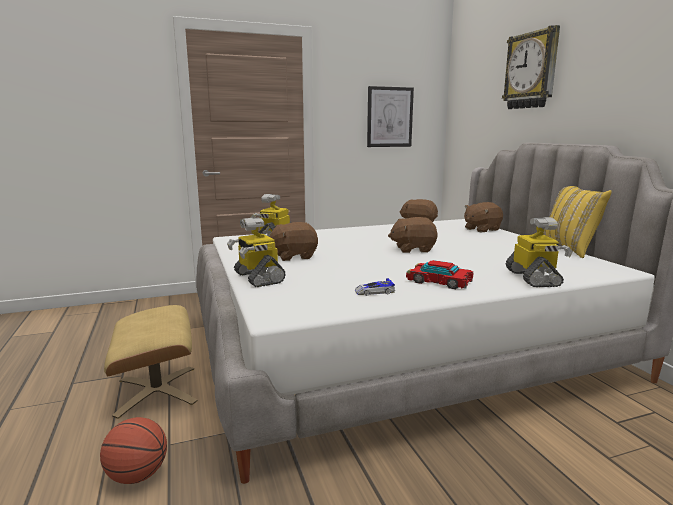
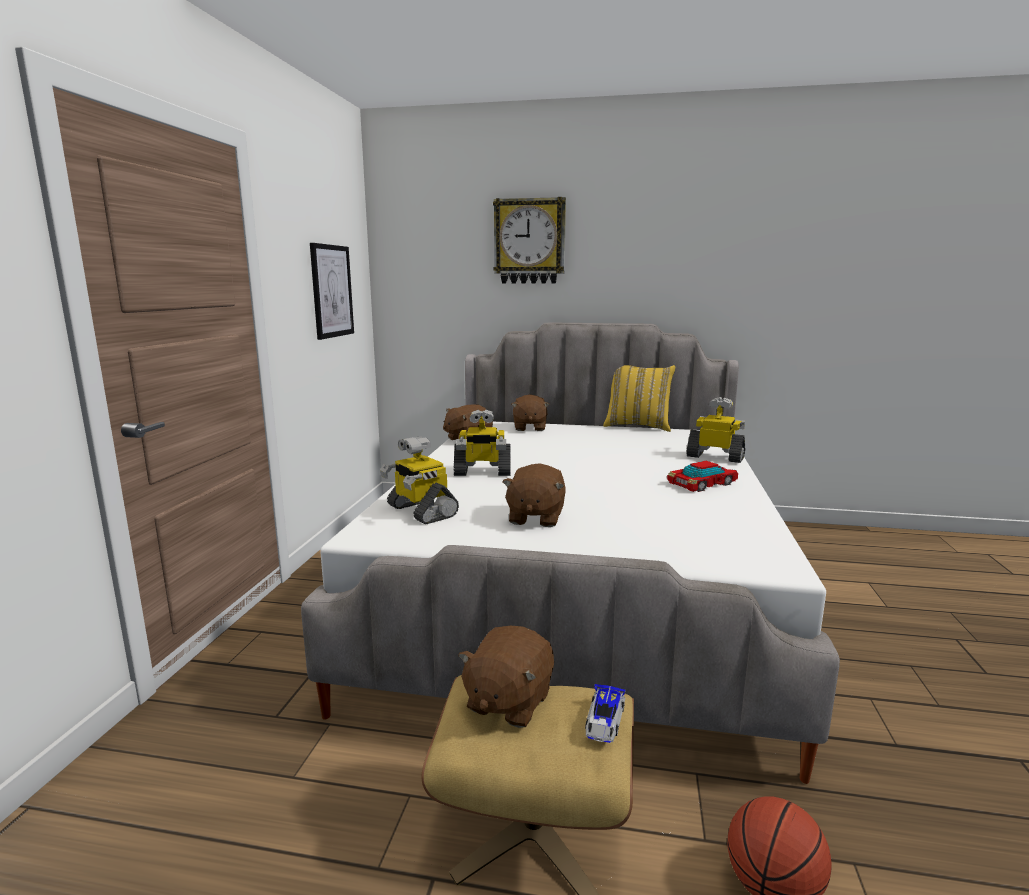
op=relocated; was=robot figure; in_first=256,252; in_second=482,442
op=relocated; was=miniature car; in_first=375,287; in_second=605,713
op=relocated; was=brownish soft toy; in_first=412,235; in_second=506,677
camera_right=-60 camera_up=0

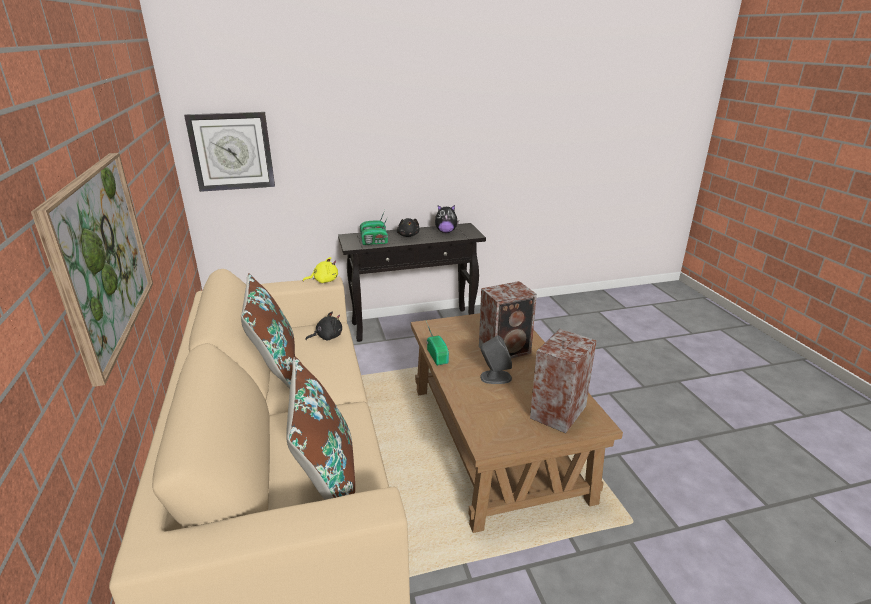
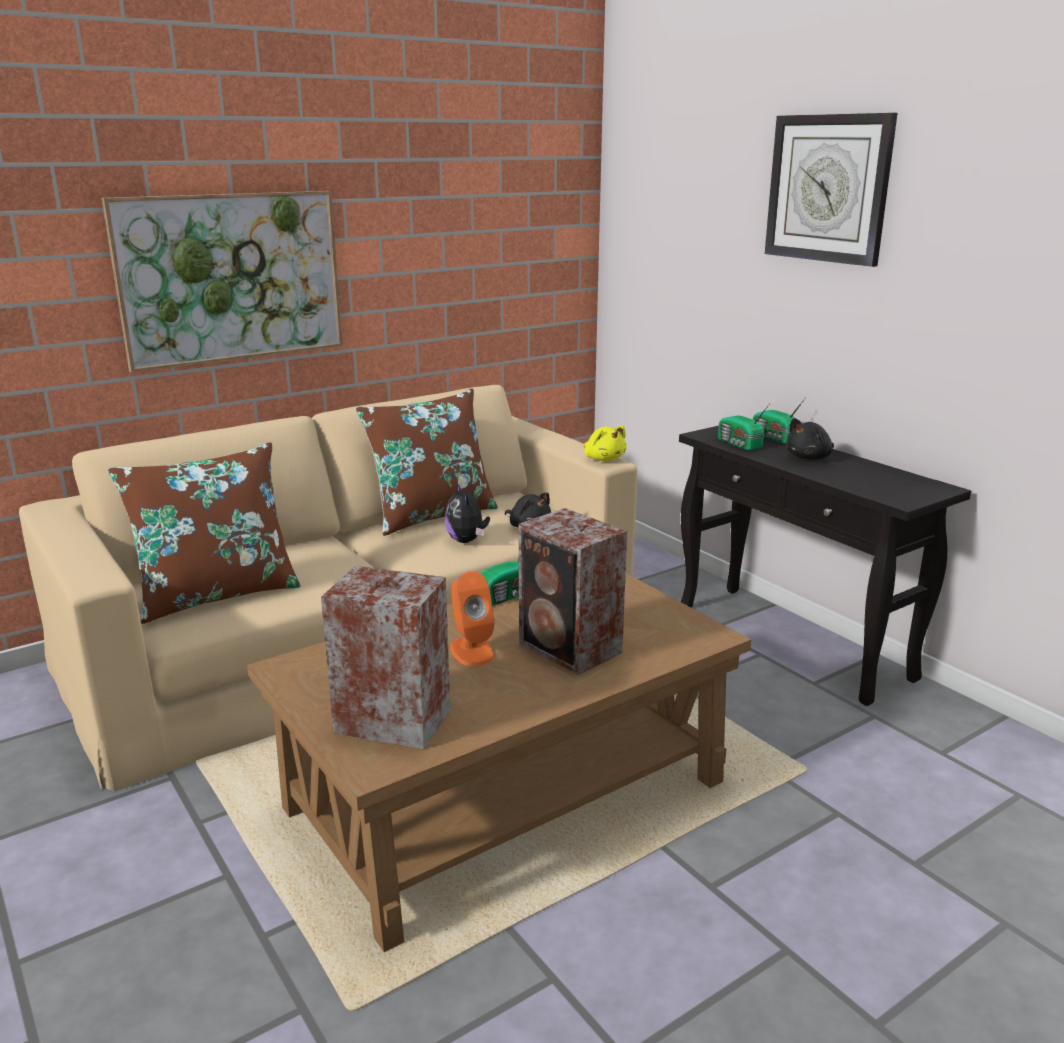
op=relocated; was=wall clock; in_first=229,152; in_second=831,190
op=relocated; was=soft toy; in_first=447,219; in_second=467,513
op=colour; was=greyish speaker; now=orange-coloured speaker; in_first=496,359; in_second=472,618
camera_right=70 camera_up=-5

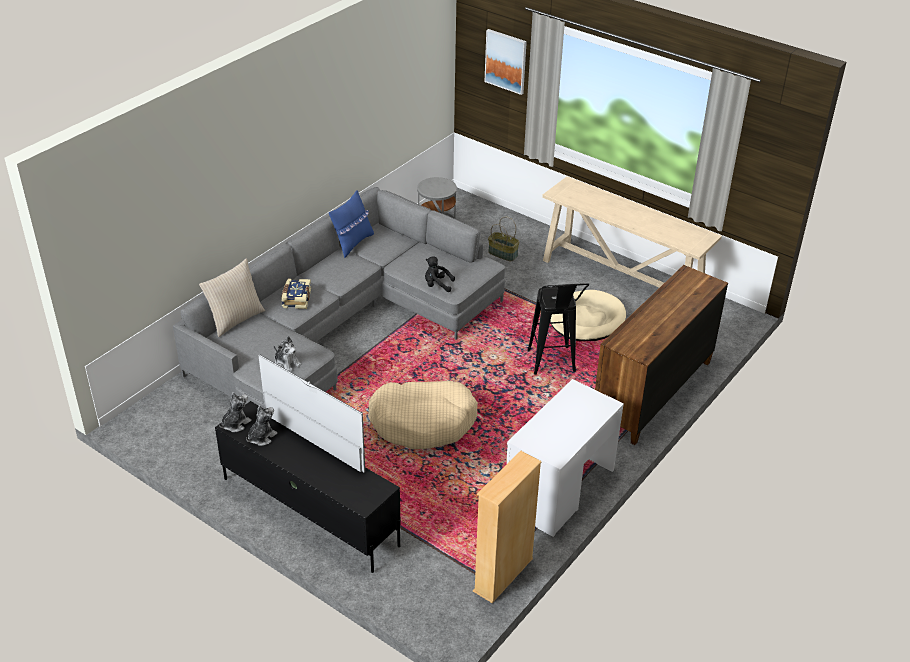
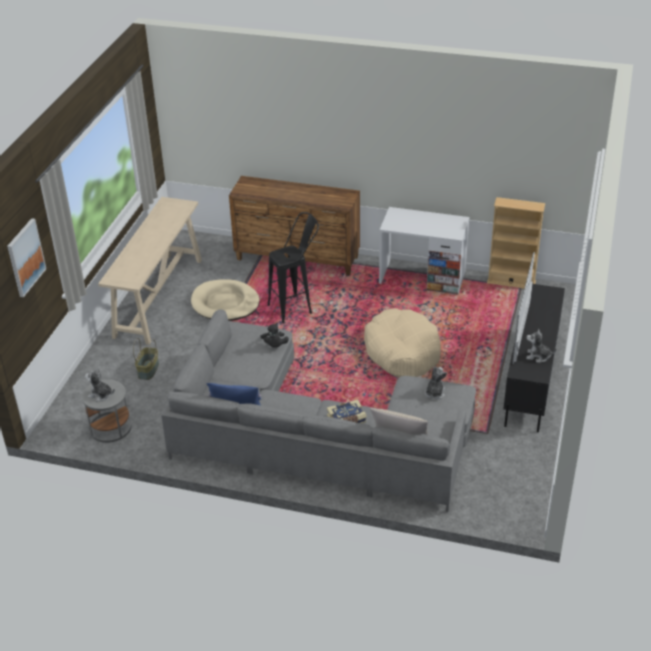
op=relocated; was=soft toy; in_first=235,412; in_second=100,384
camera_right=-110 camera_up=0

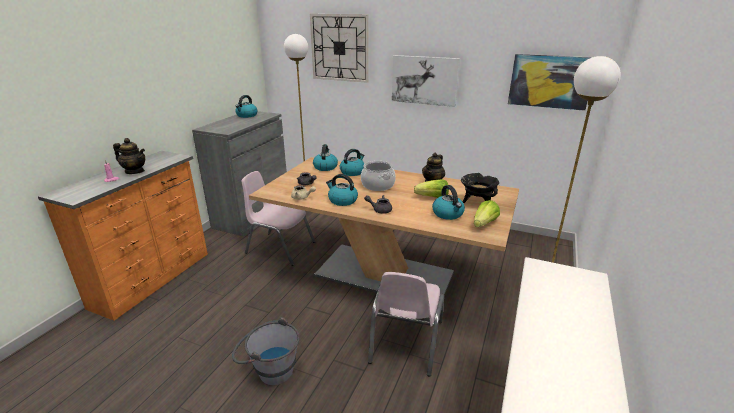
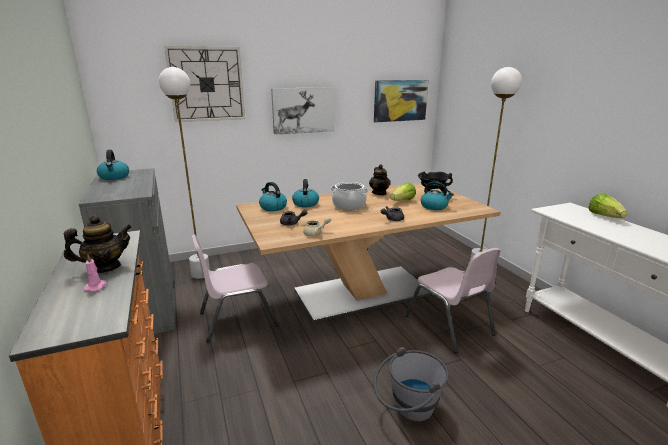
op=missing; was=kettle; in_first=342,190
op=relocated; was=lettuce; in_first=487,213; in_second=607,206
camera_right=-45 camera_up=-5

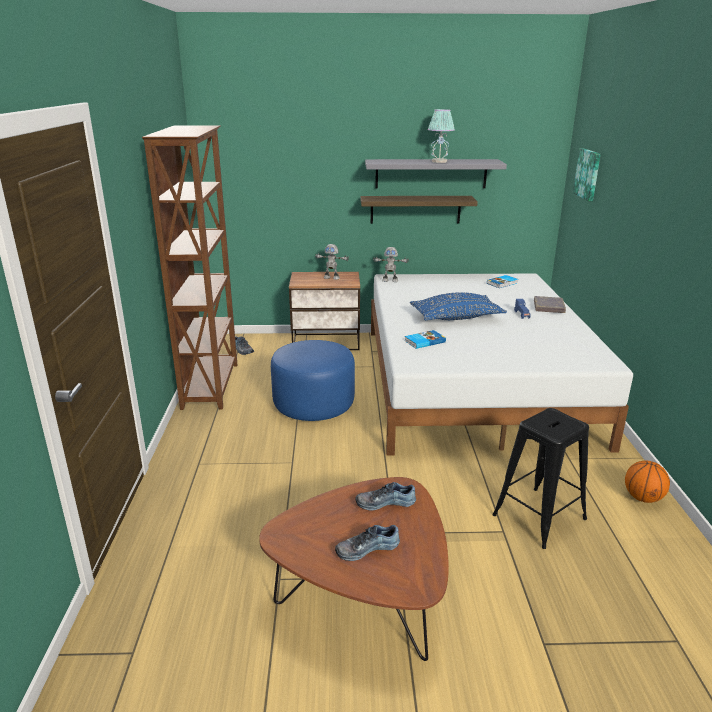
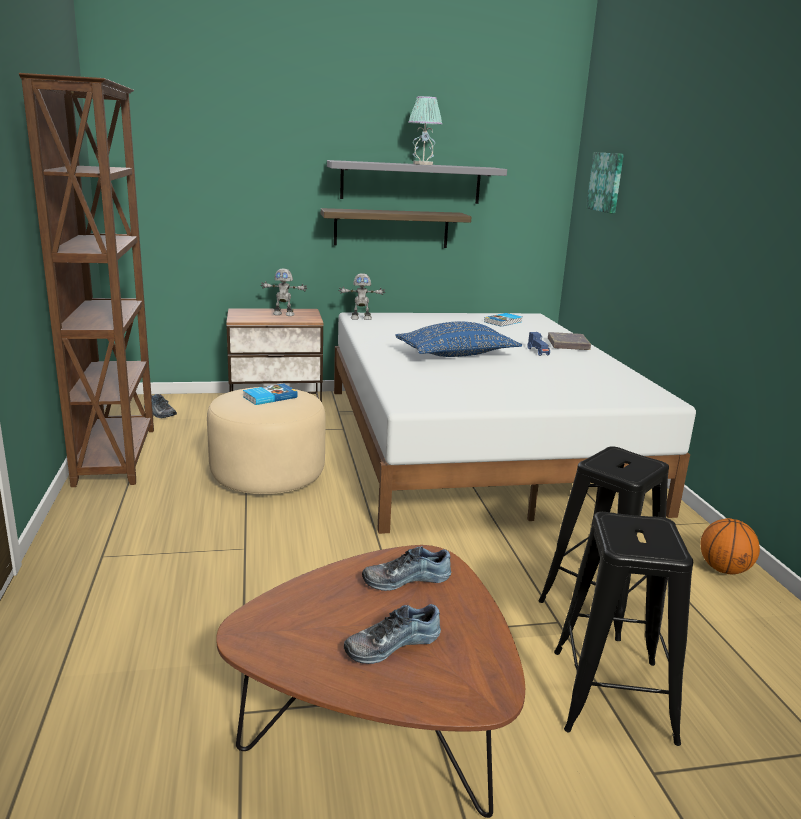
op=colour; was=bluish pouffe; now=beige pouffe; in_first=313,380; in_second=266,440
op=relocated; was=book; in_first=425,339; in_second=270,394
op=appeared; now=black sitting stool; in_second=623,629
camera_right=-10 camera_up=-5

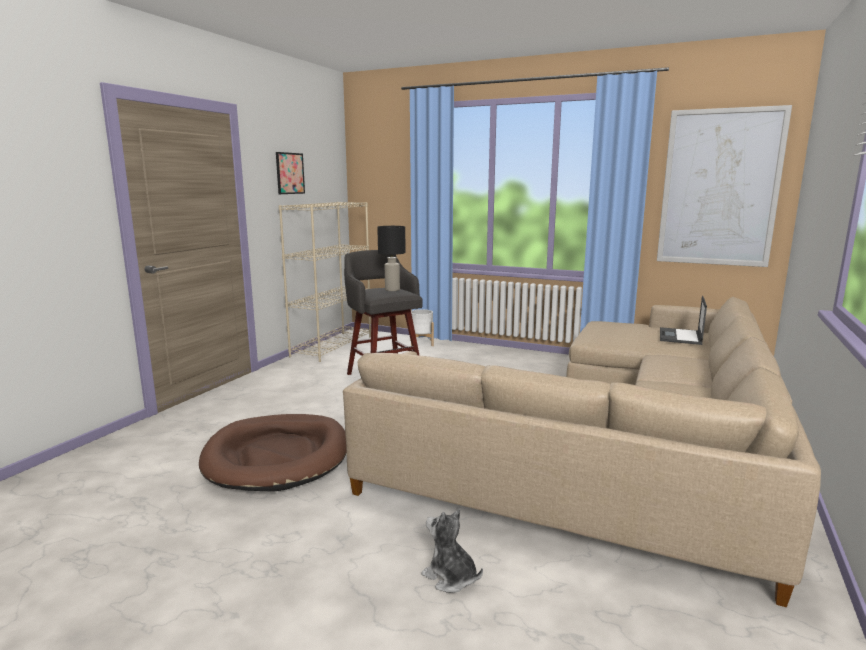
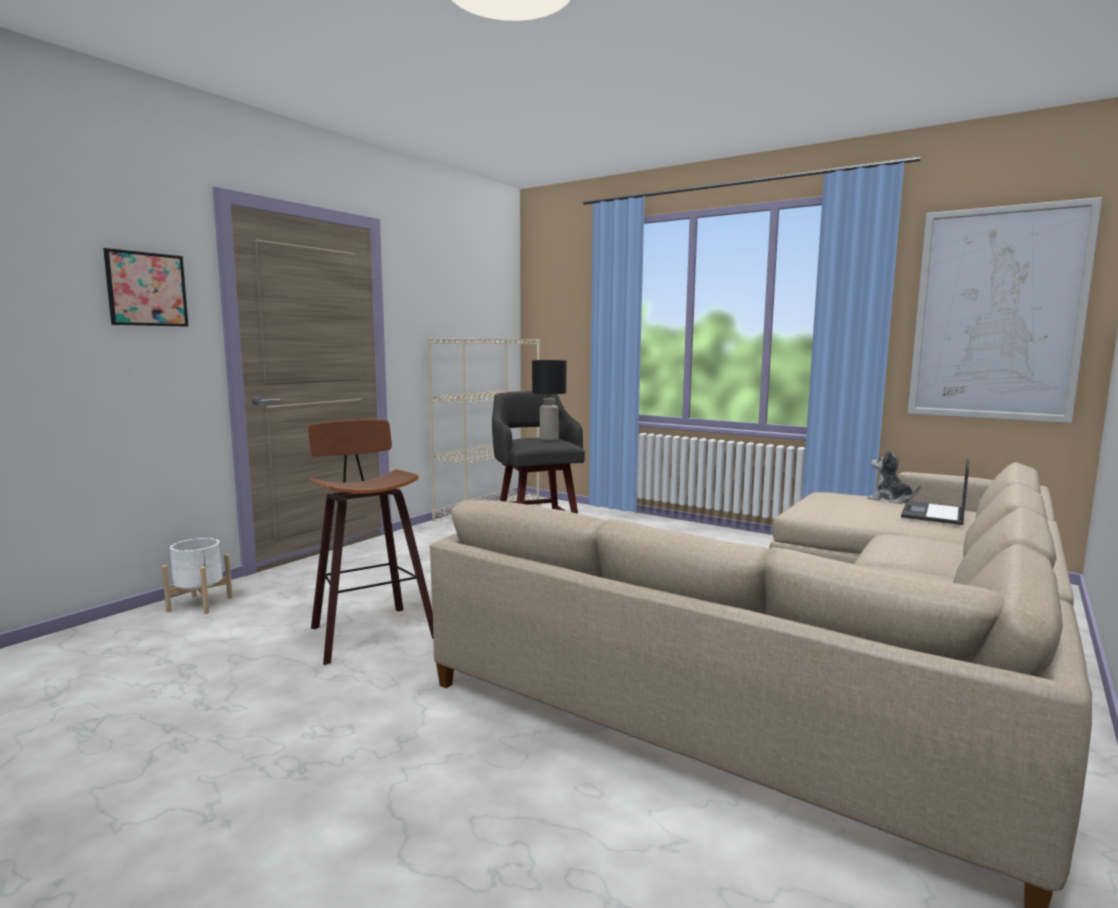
op=exchanged; was=brownish dog cushion; now=sitting stool; in_first=272,453; in_second=370,542
op=relocated; was=wall picture; in_first=290,173; in_second=146,287
op=relocated; was=white planter; in_first=422,327; in_second=197,576
op=relocated; was=soft toy; in_first=452,551; in_second=894,476
camera_right=10 camera_up=-5

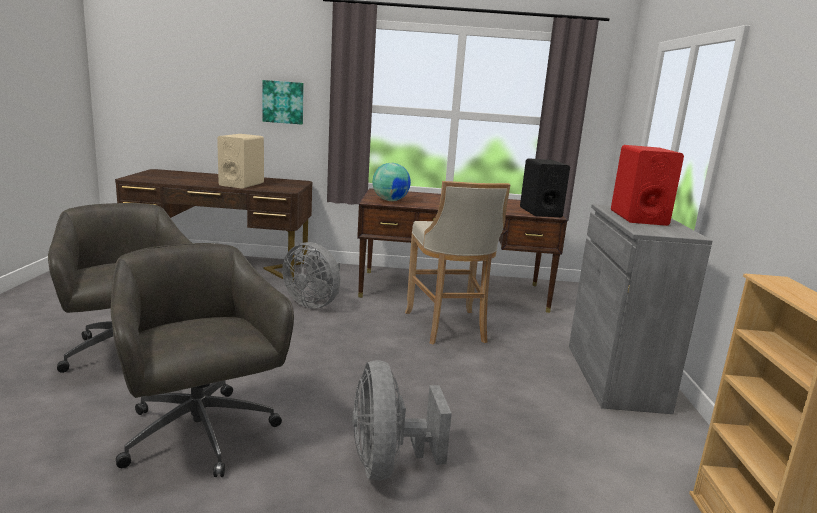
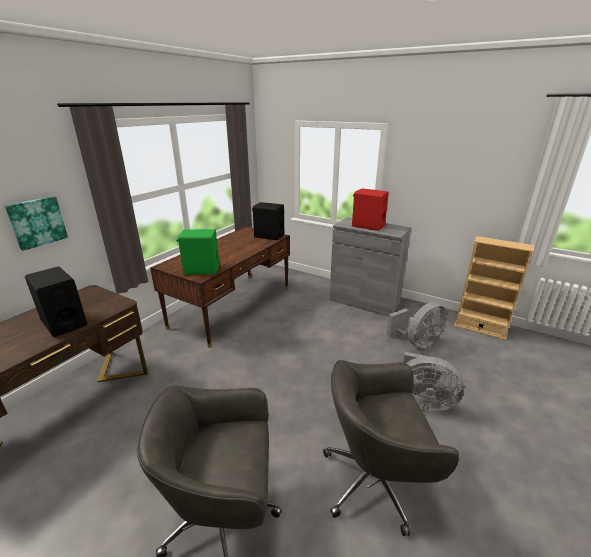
op=colour; was=beige speaker; now=black speaker; in_first=240,161; in_second=56,302
op=relocated; was=greyish cooling fan; in_first=311,275; in_second=417,325
op=exchanged; was=desk globe; now=green-coloured speaker; in_first=391,182; in_second=197,252
op=missing; was=beige sitting stool; in_first=458,262
camera_right=-60 camera_up=10

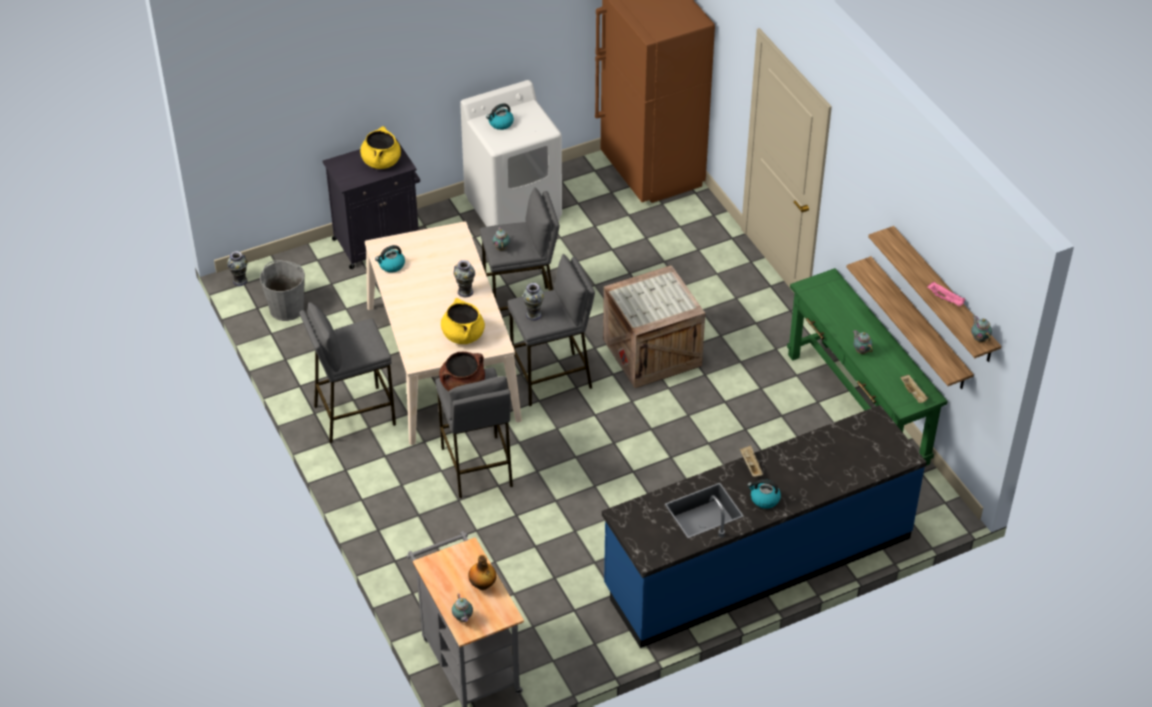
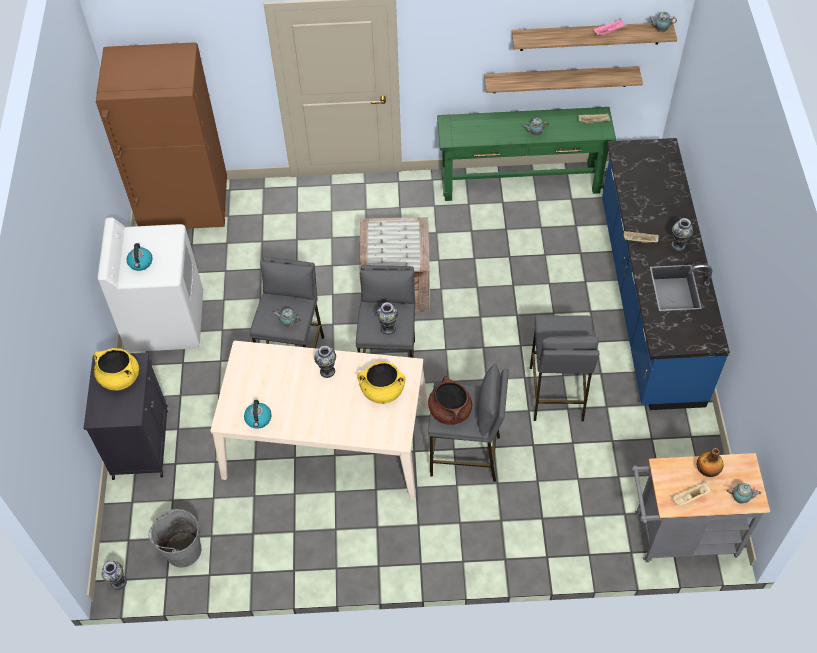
op=relocated; was=greyish sitting stool; in_first=347,372; in_second=564,368
op=exchanged; was=kettle; now=vase; in_first=764,494; in_second=682,234
op=appeared; now=beige tray; in_second=691,494
camera_right=-65 camera_up=10

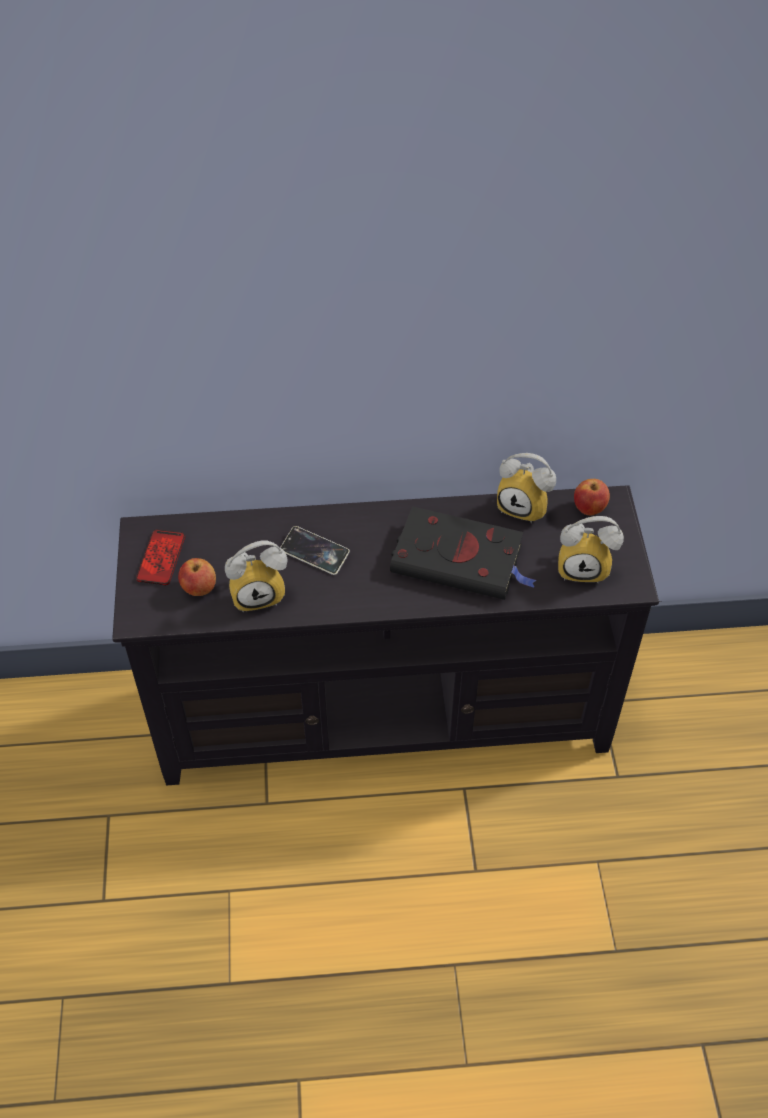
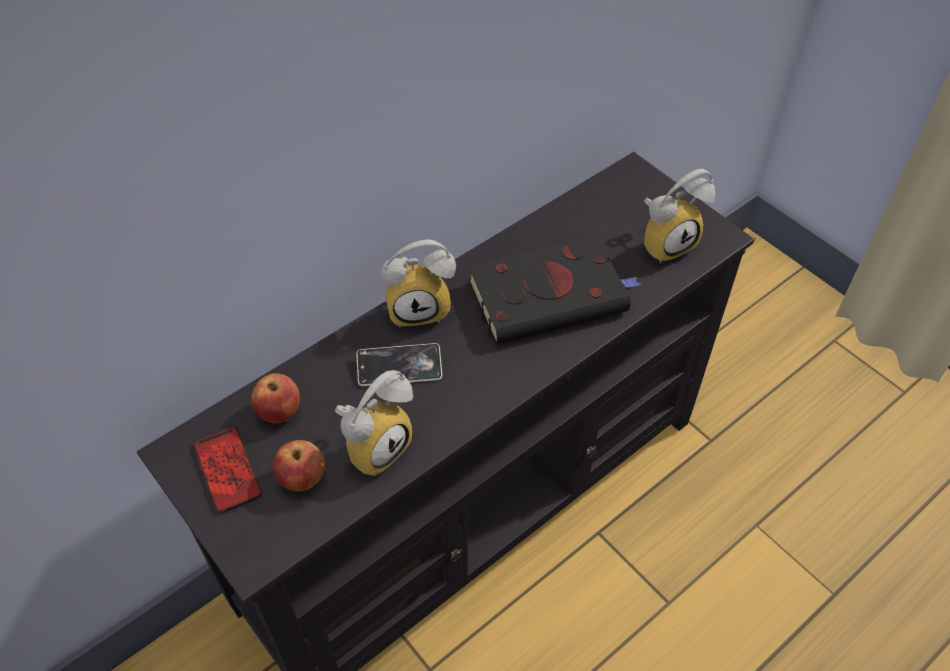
op=relocated; was=bedside clock; in_first=526,488; in_second=418,283
op=relocated; was=whole apple; in_first=592,497; in_second=275,398
camera_right=-35 camera_up=0

